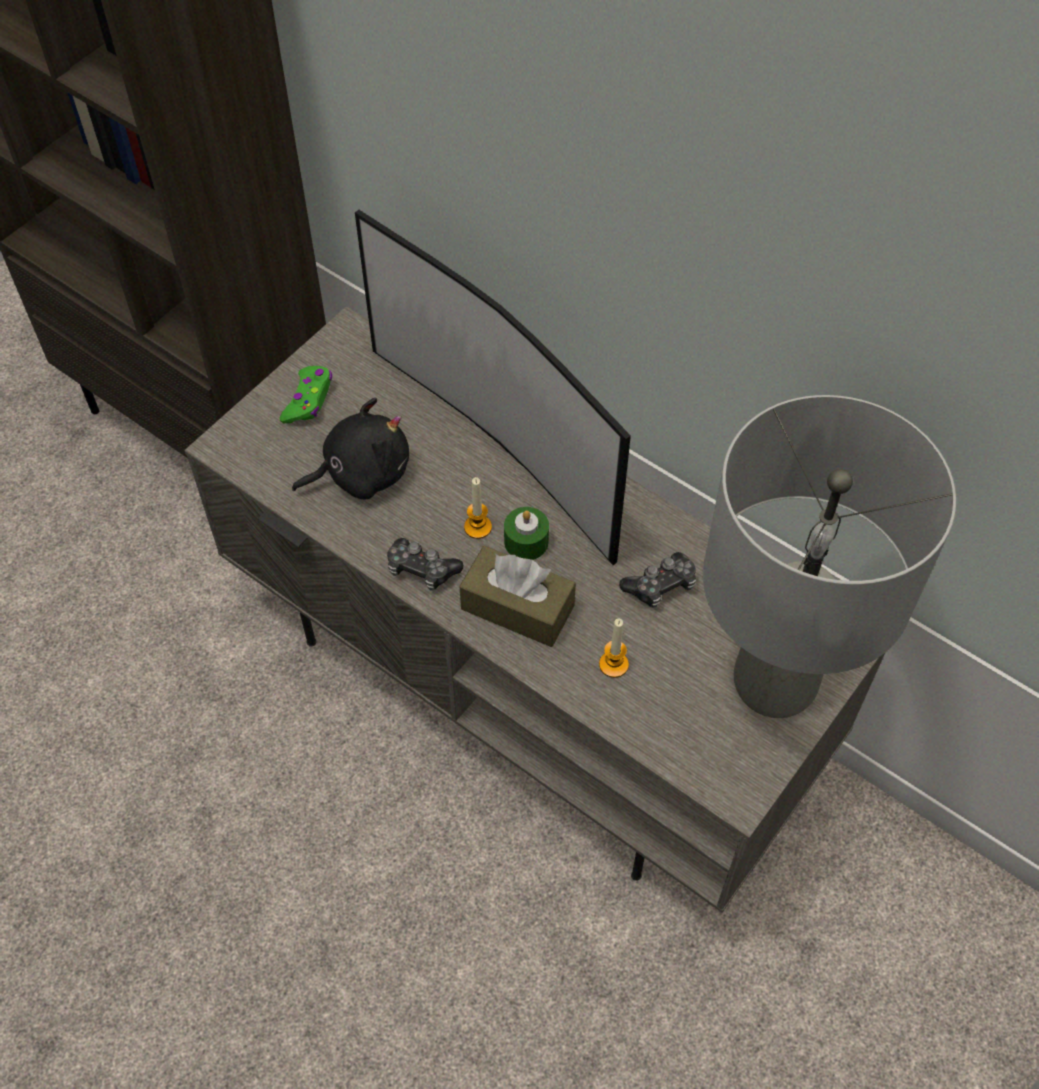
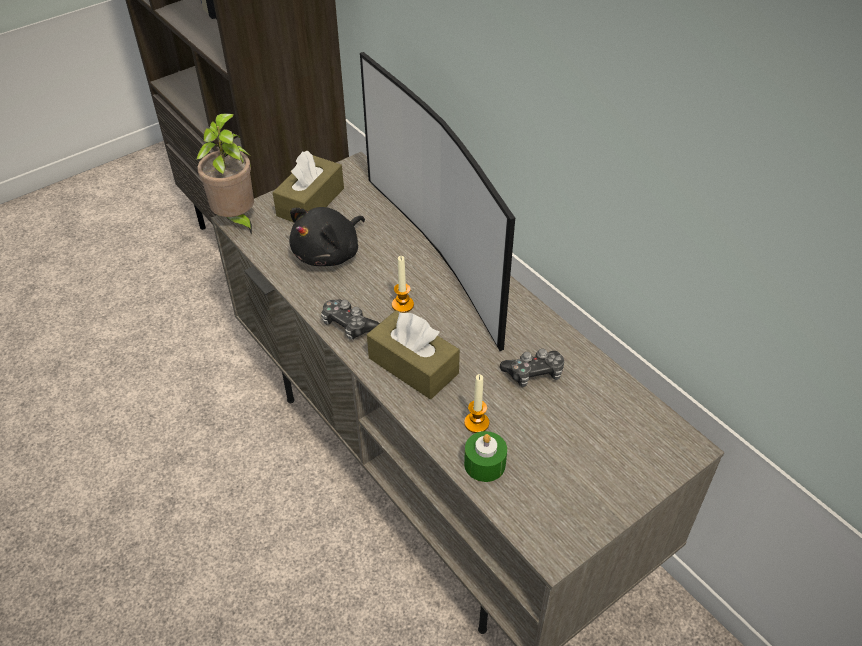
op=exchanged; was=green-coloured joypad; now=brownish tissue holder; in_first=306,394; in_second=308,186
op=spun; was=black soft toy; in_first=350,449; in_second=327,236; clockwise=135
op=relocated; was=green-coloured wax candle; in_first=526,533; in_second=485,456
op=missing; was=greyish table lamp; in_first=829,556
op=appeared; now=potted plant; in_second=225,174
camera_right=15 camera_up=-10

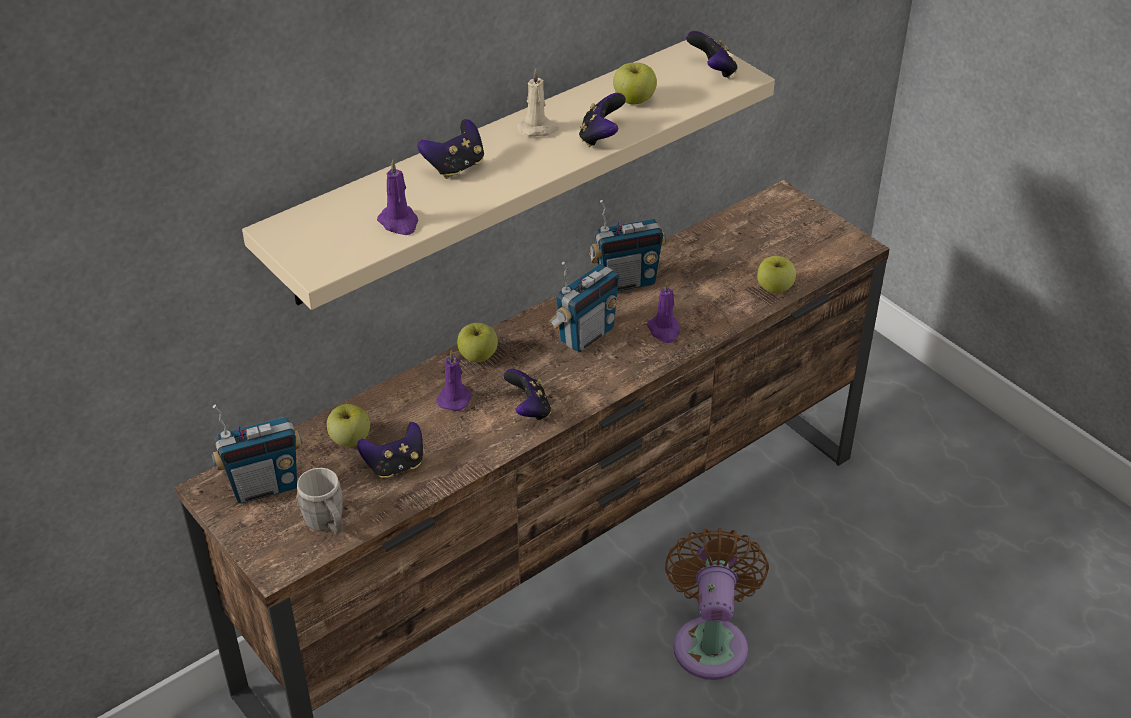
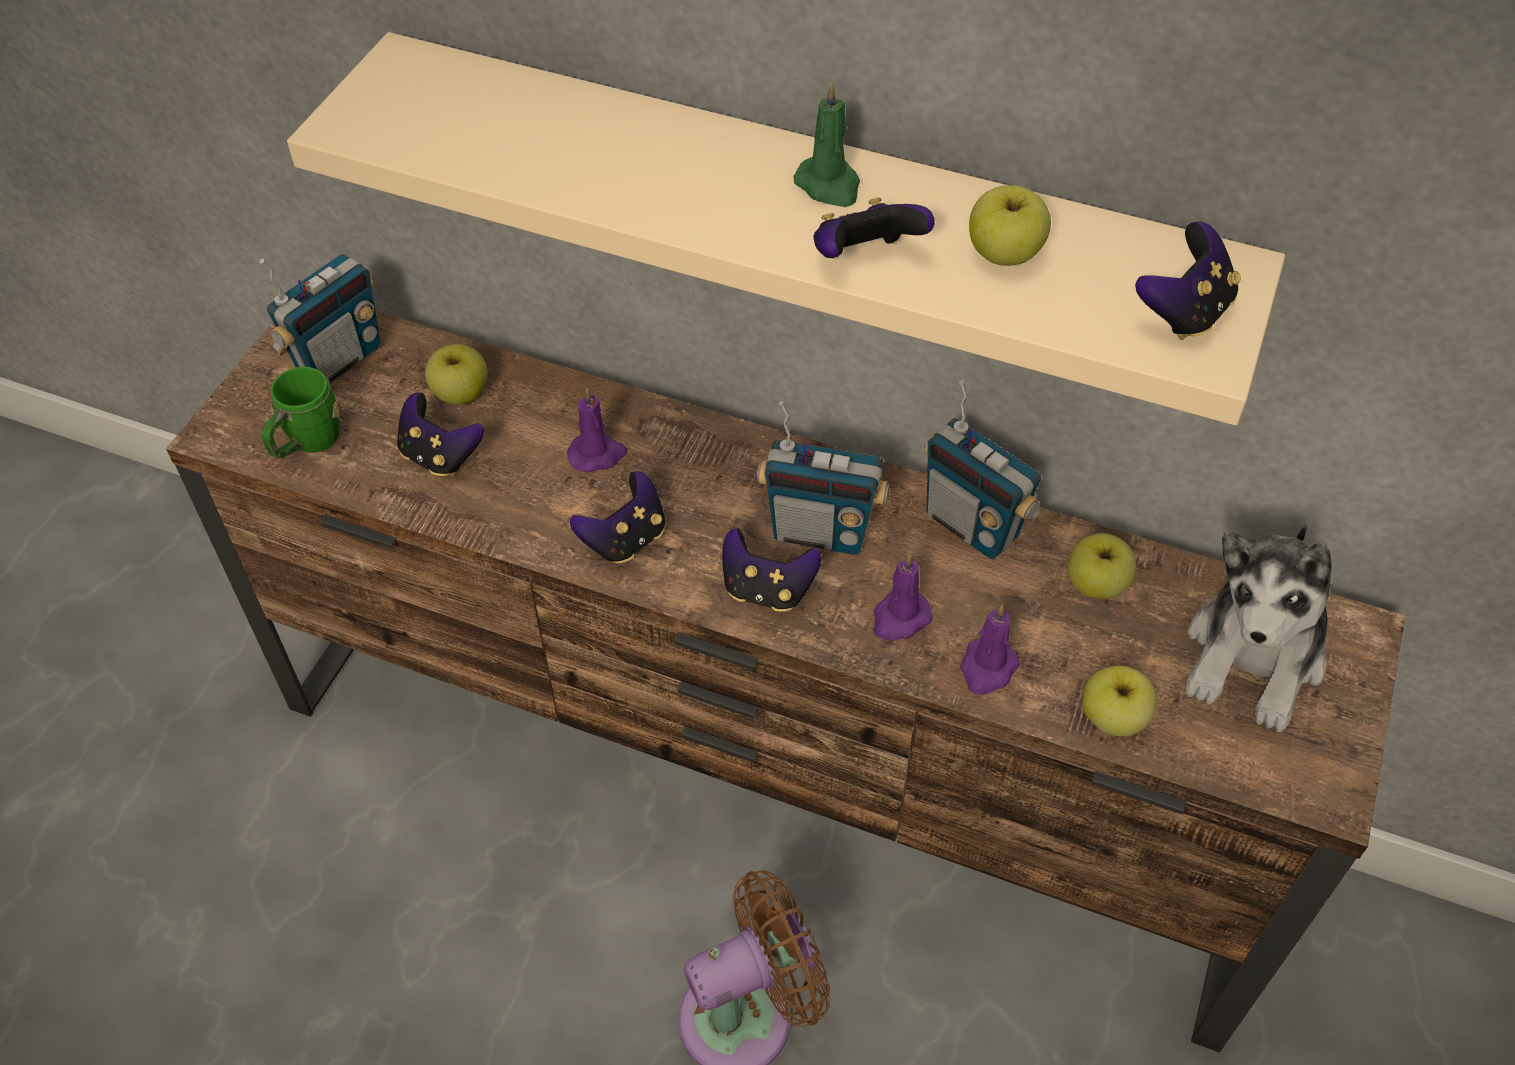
op=spun; was=radio receiver; in_first=257,454; in_second=320,319; clockwise=-90
op=colour; was=greyish tea mug; now=green-coloured tea mug; in_first=319,501; in_second=301,412
op=relocated; was=purple-coloured wax candle; in_first=397,197; in_second=990,649
op=relocated; was=joypad; in_first=450,149; in_second=772,569
op=relocated; was=whole apple; in_first=477,342; in_second=1102,566
op=colour; was=beige wax candle; now=green-coloured wax candle; in_first=538,102; in_second=826,144
op=appeared; now=soft toy; in_second=1258,628
camera_right=60 camera_up=10

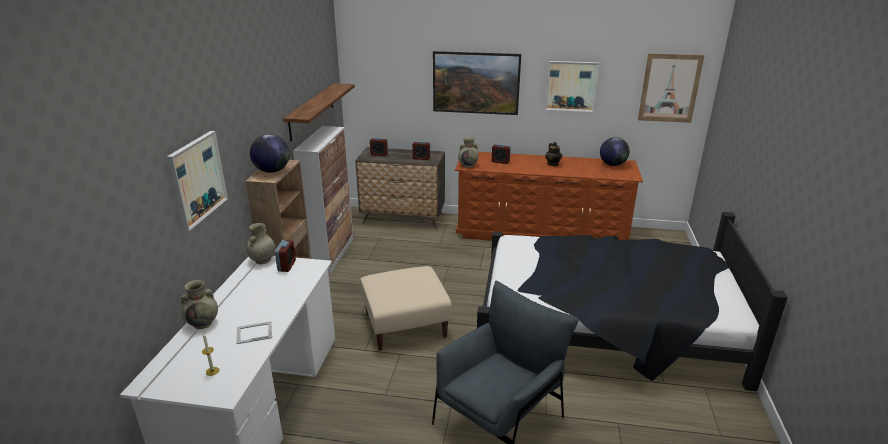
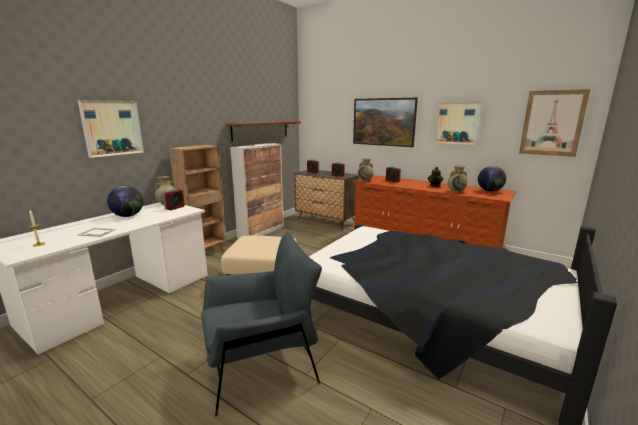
op=relocated; was=beige vase; in_first=199,304; in_second=457,179
op=relocated; was=desk globe; in_first=270,153; in_second=125,201
camera_right=25 camera_up=-10

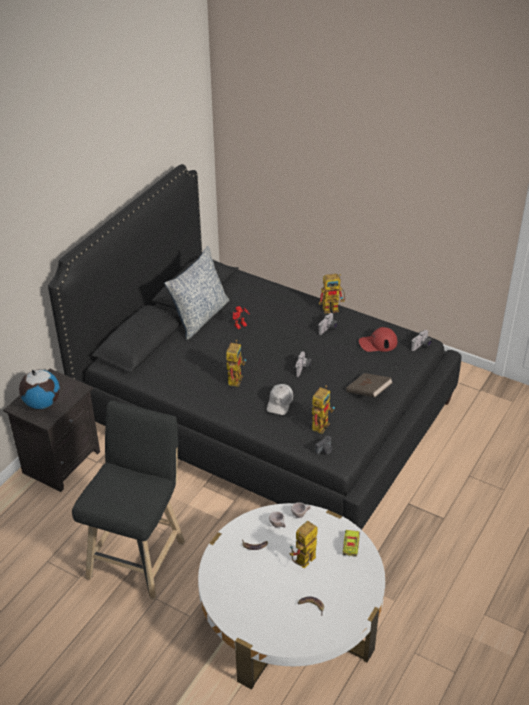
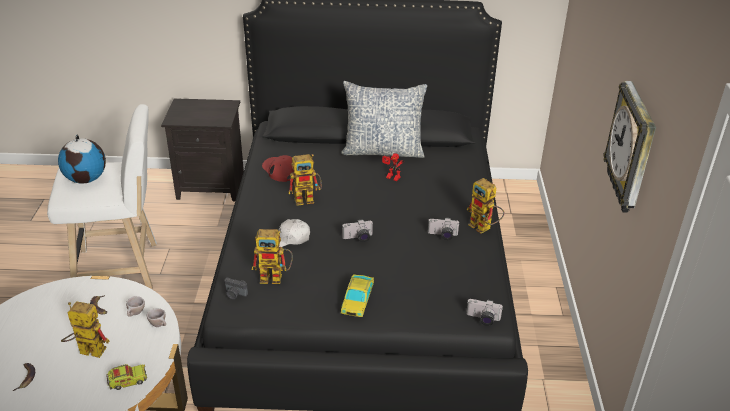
op=relocated; was=desk globe; in_first=39,389; in_second=82,159
op=colour; was=black sitting stool; now=white sitting stool; in_first=128,500; in_second=102,197
op=exchanged; was=brownish book; now=miniature car; in_first=369,385; in_second=357,295
op=relocated; was=red-coloured cap; in_first=378,339; in_second=278,168
op=appeared; now=wall clock; in_second=629,146
camera_right=60 camera_up=-5

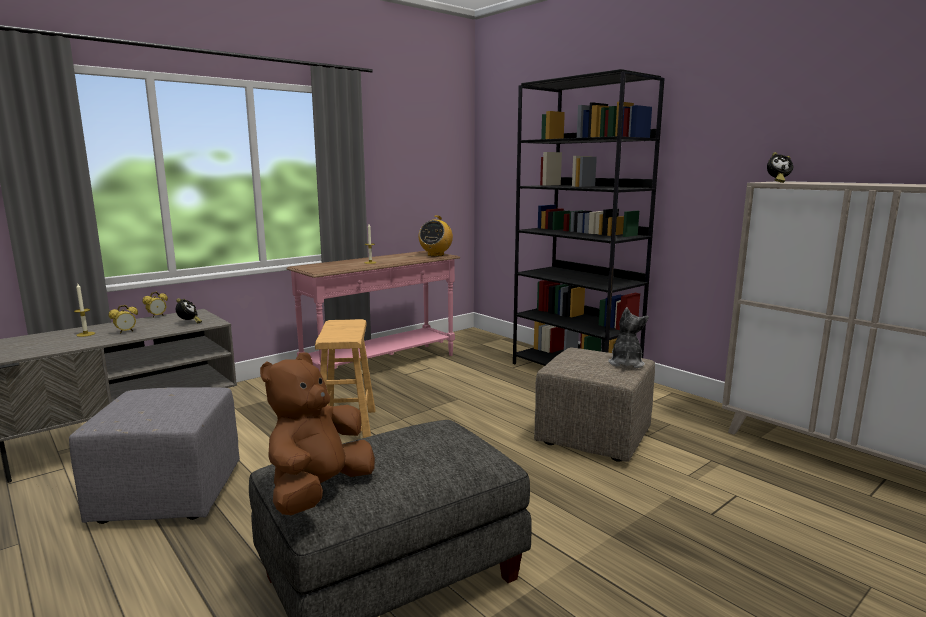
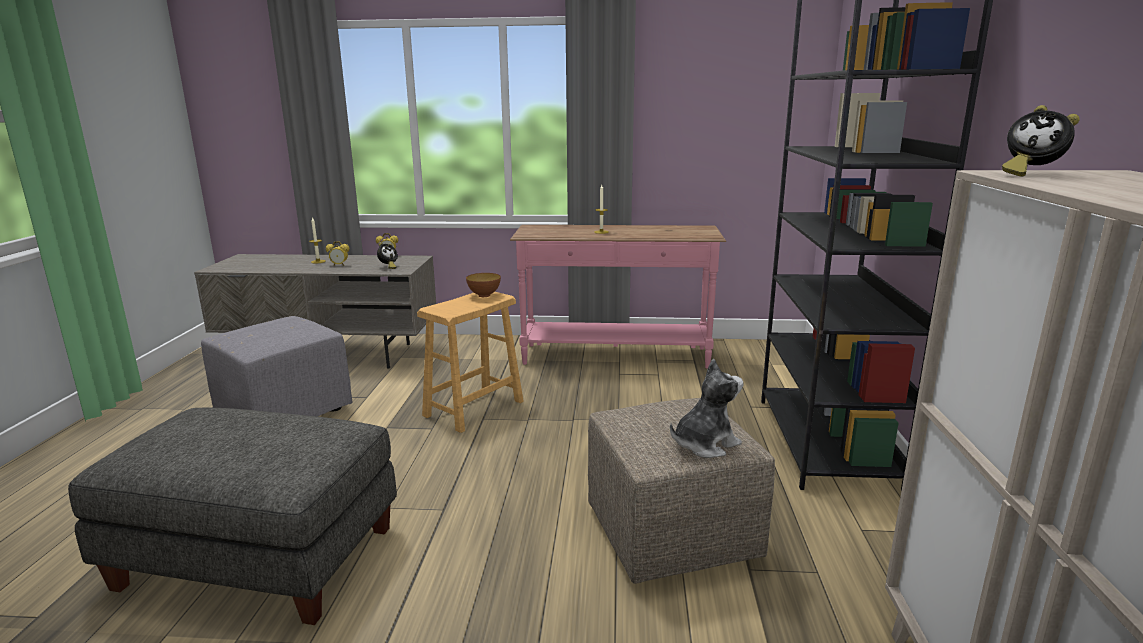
op=missing; was=brownish soft toy; in_first=317,434
op=missing; was=radio receiver; in_first=436,236
op=appeared; now=bowl; in_second=483,285
camera_right=45 camera_up=5

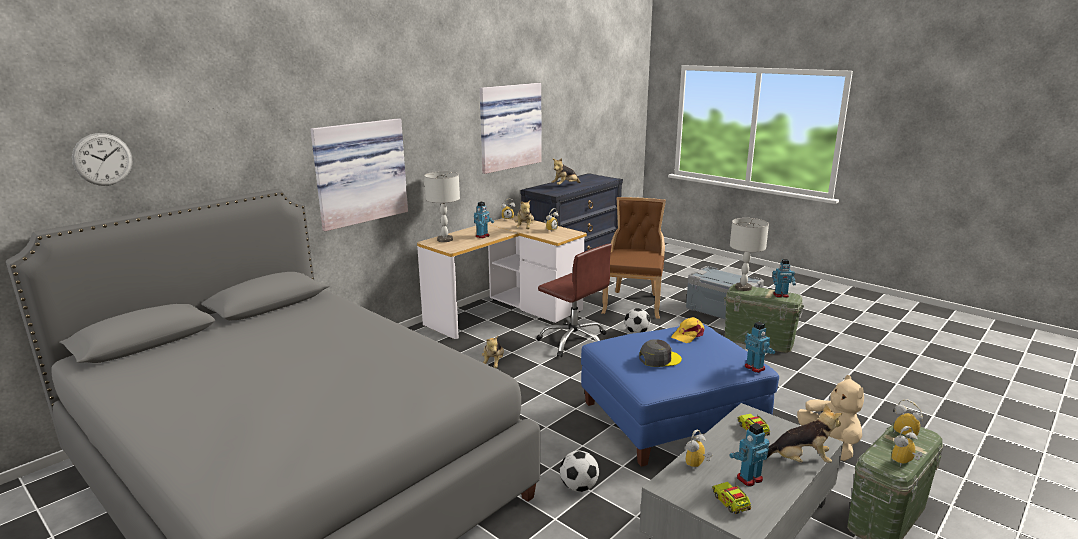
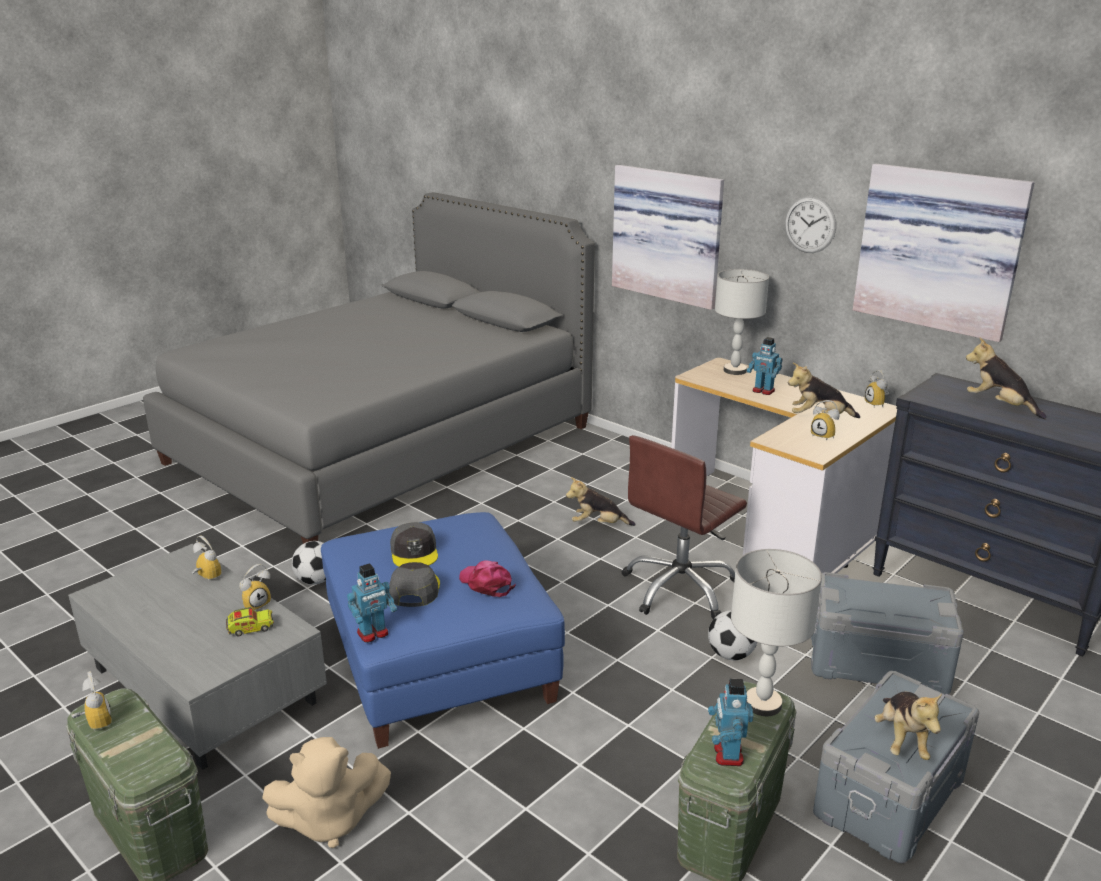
op=relocated; was=wall clock; in_first=102,159; in_second=810,224
op=exchanged; was=brownish upright chair; now=greyish storage bin; in_first=634,258; in_second=887,633
op=colour; was=yellow-coloured cap; now=pinkish cap; in_first=688,330; in_second=487,579
op=missing; was=model truck; in_first=731,498
op=missing; was=robot figure; in_first=749,454
op=relocated; was=soft toy; in_first=804,433; in_second=908,726
op=relocated; was=bedside clock; in_first=908,418; in_second=255,587
op=appeared; now=greyish cap; in_second=414,584
camera_right=90 camera_up=5

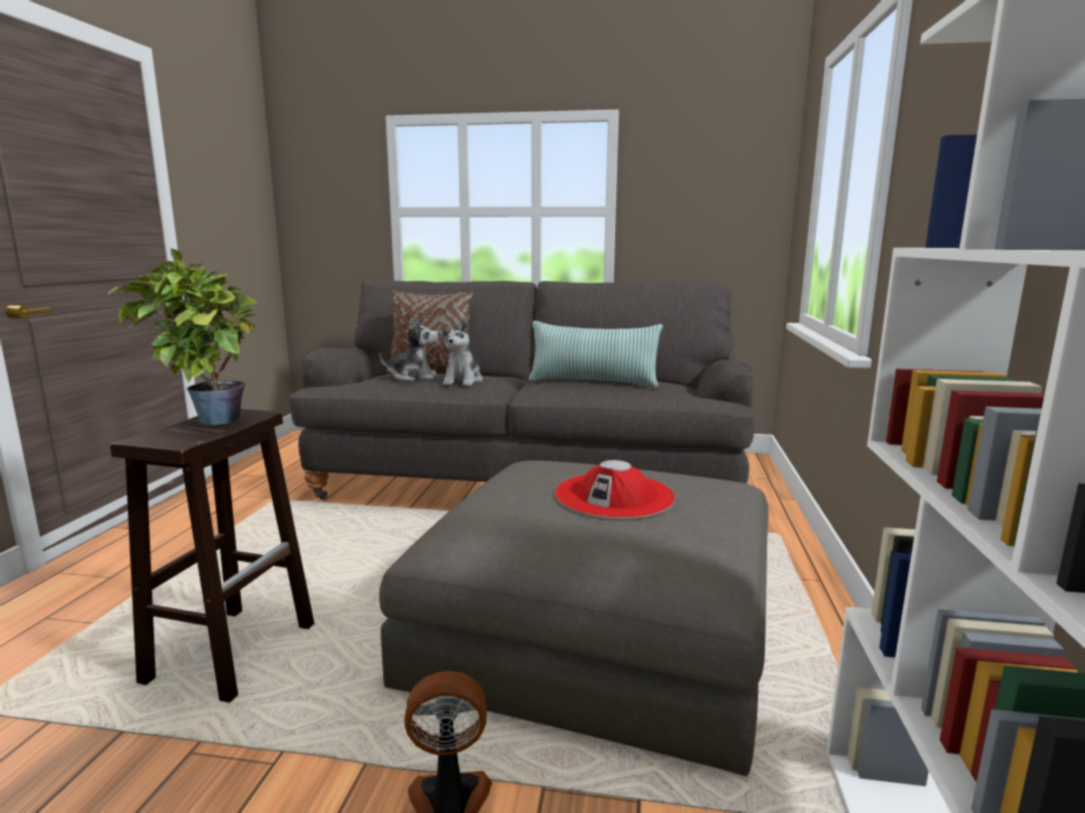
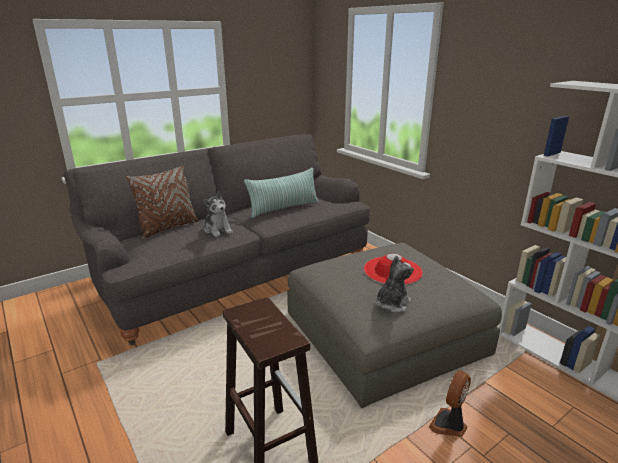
op=missing; was=potted plant; in_first=182,336
op=relocated; was=soft toy; in_first=408,348; in_second=394,284
camera_right=-45 camera_up=10

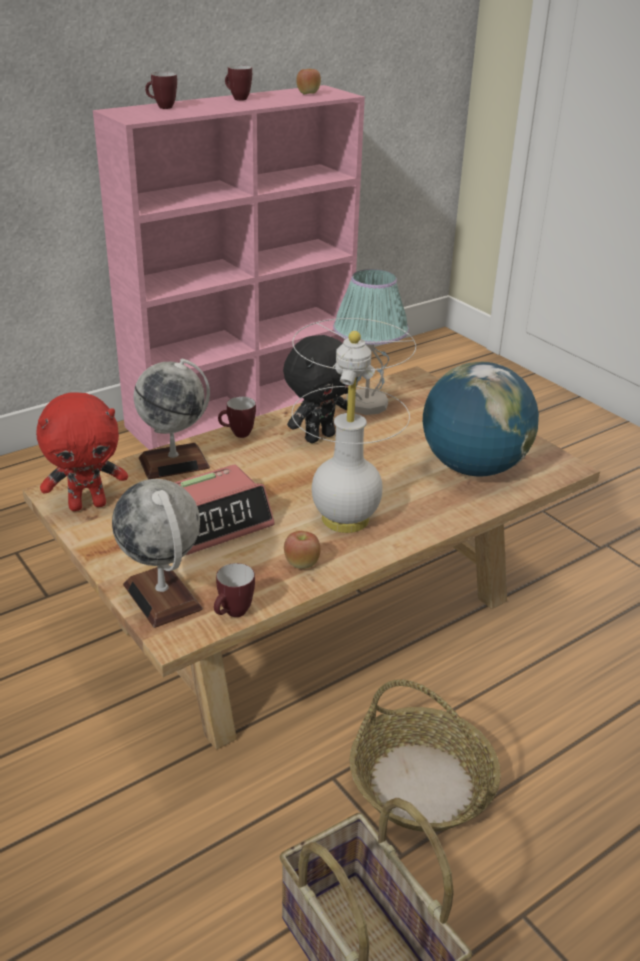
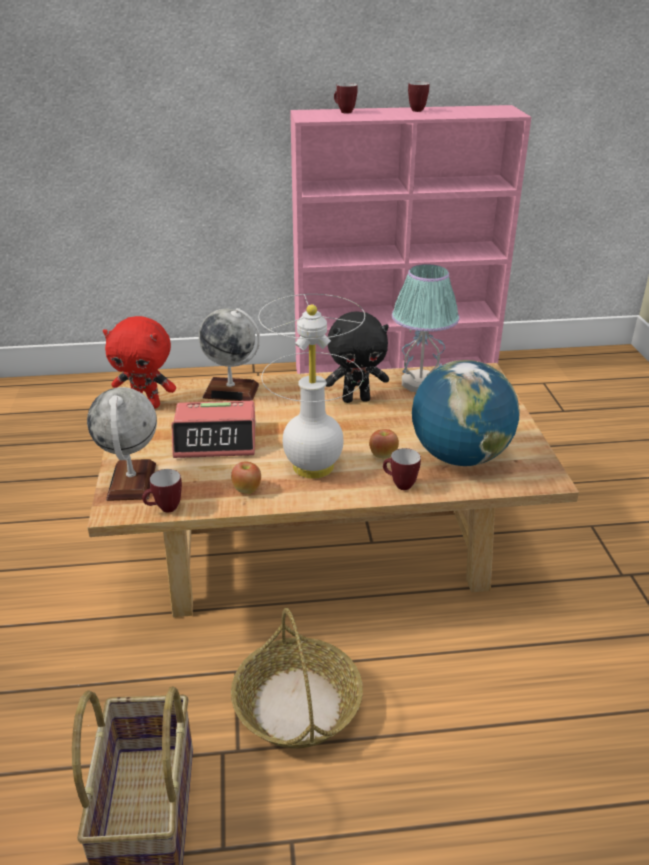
op=relocated; was=tea mug; in_first=237,417; in_second=402,469
op=relocated; was=whole apple; in_first=308,81; in_second=384,444
camera_right=30 camera_up=0

